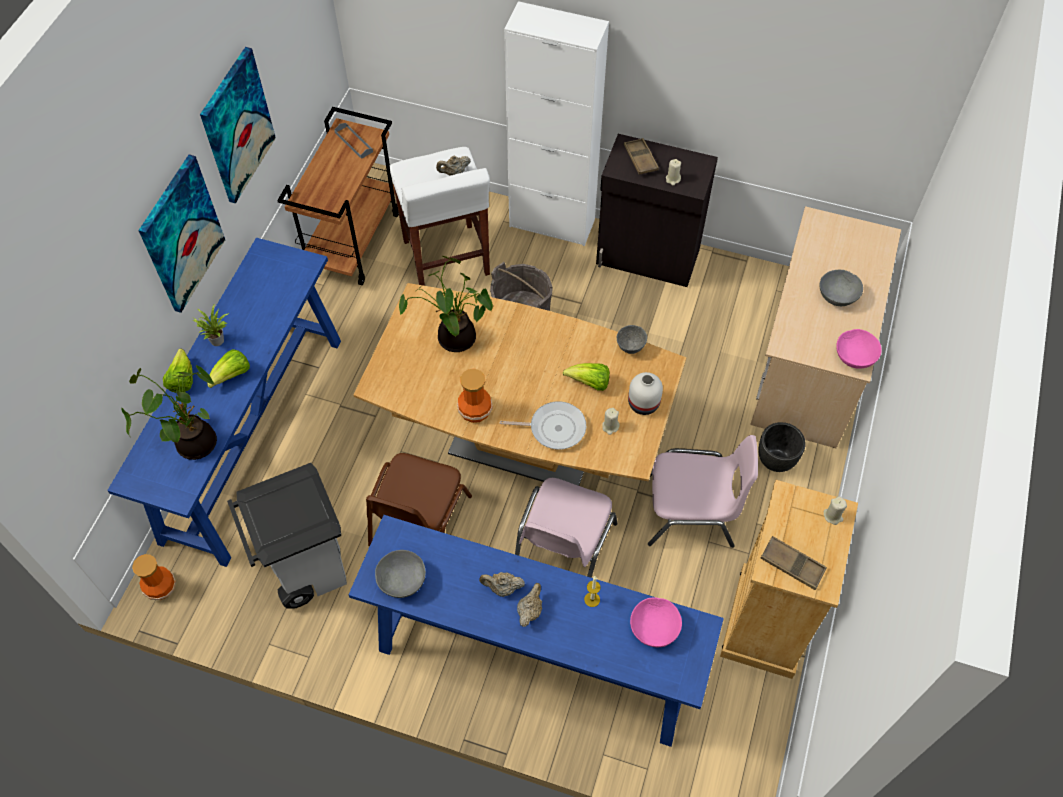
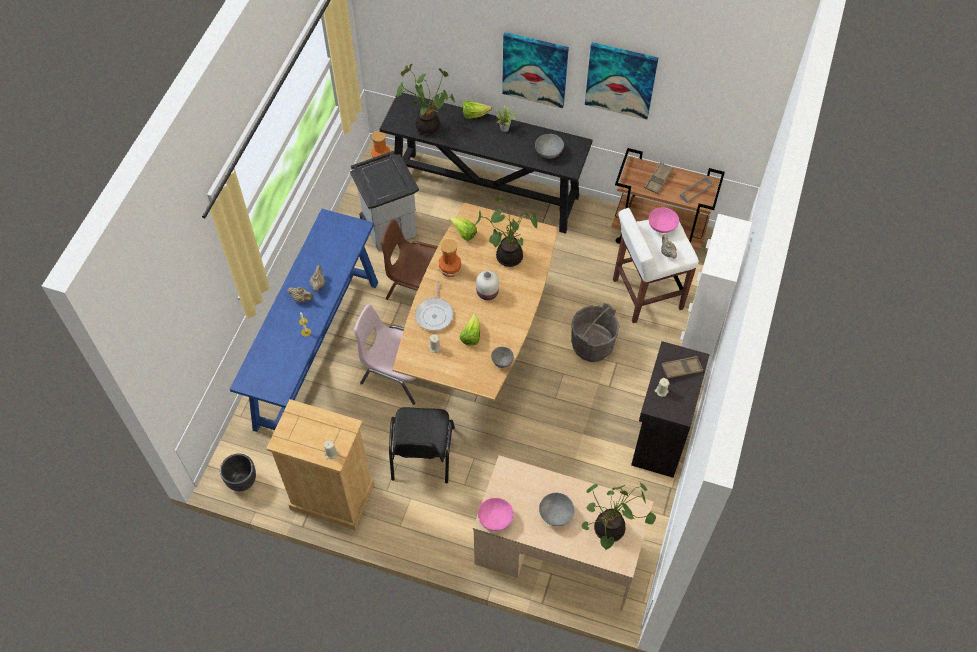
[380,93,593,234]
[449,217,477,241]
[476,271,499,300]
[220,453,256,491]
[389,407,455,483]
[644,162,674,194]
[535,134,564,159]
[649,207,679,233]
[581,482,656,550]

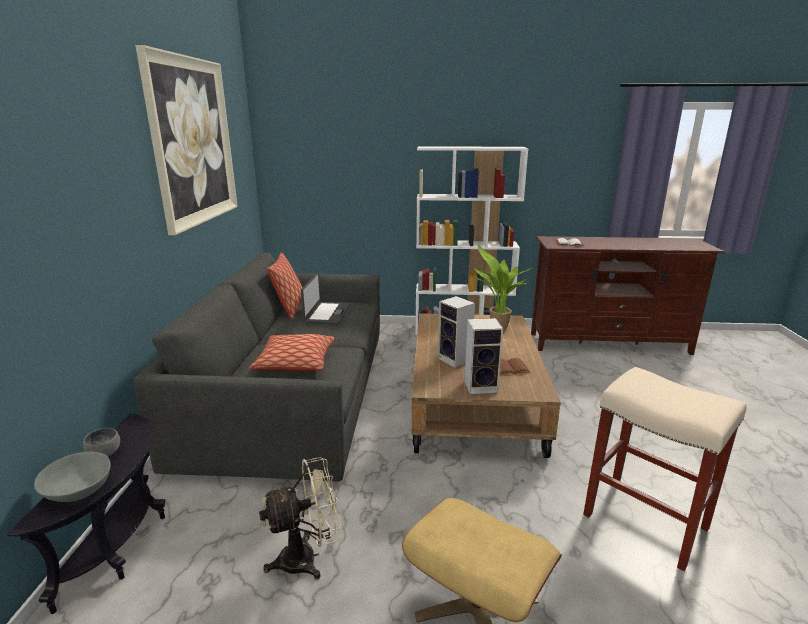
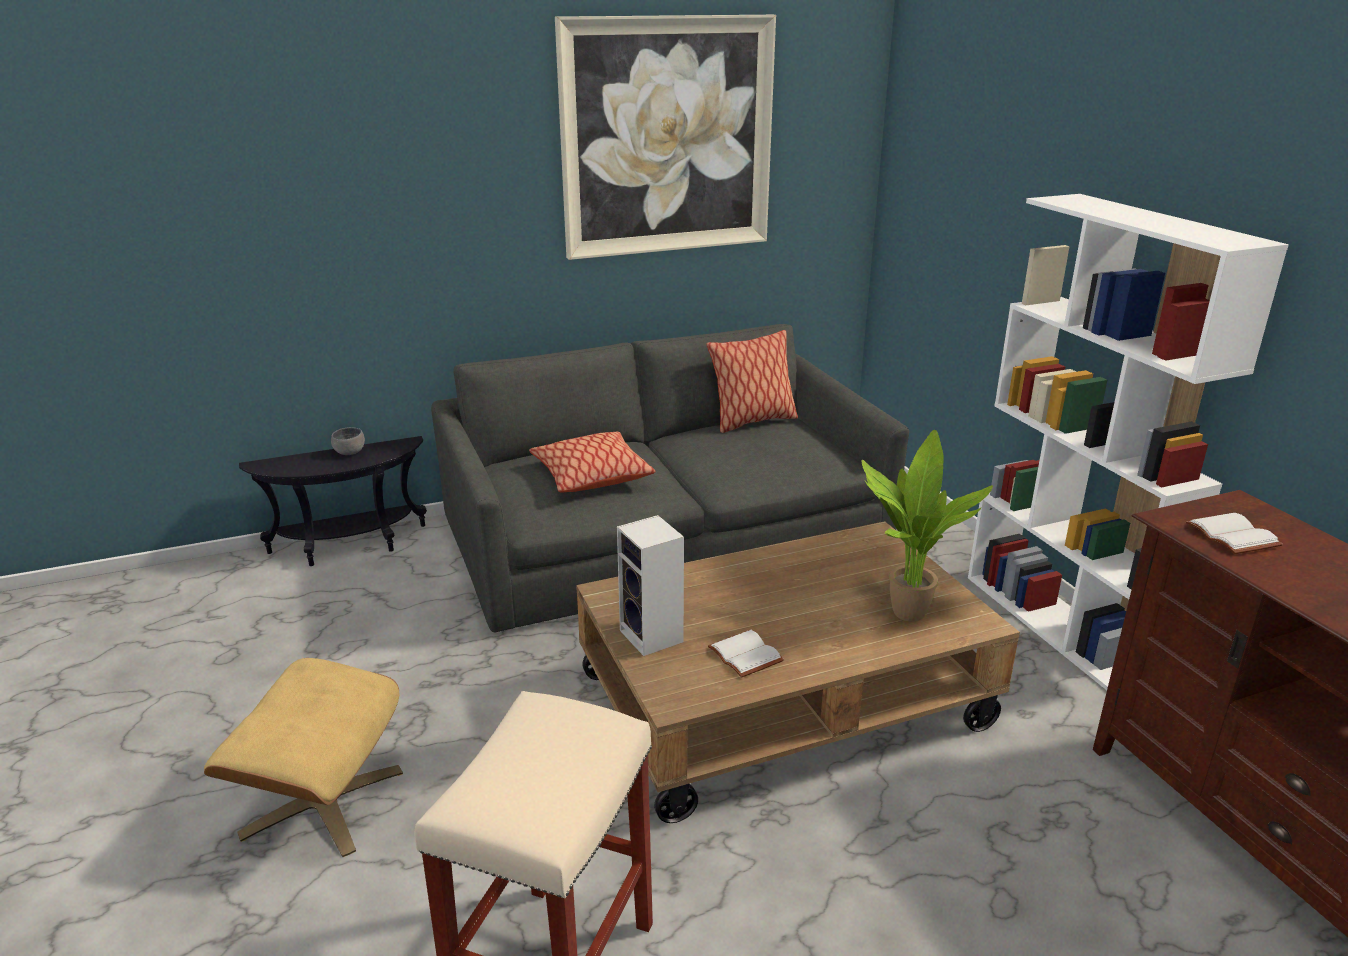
[301,273,350,325] (first image)
[438,296,475,368] (first image)
[708,630,784,678]
[34,452,111,502] (first image)
[259,457,341,580] (first image)

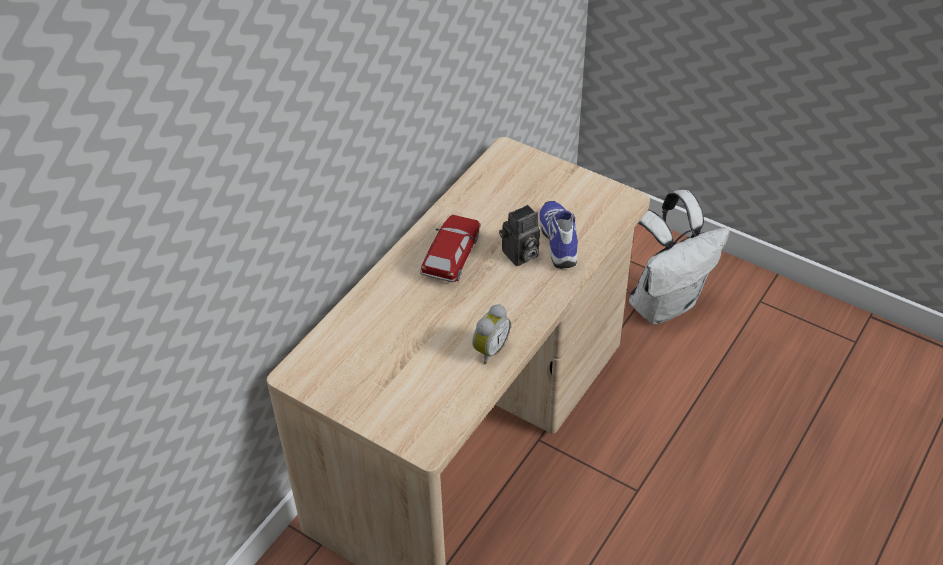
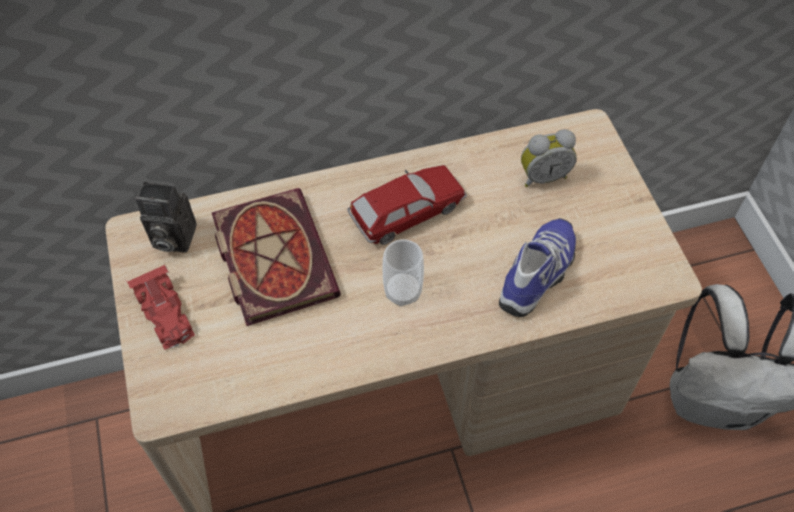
[135,182,197,253]
[521,129,577,187]
[212,188,341,326]
[382,240,424,306]
[126,264,195,350]

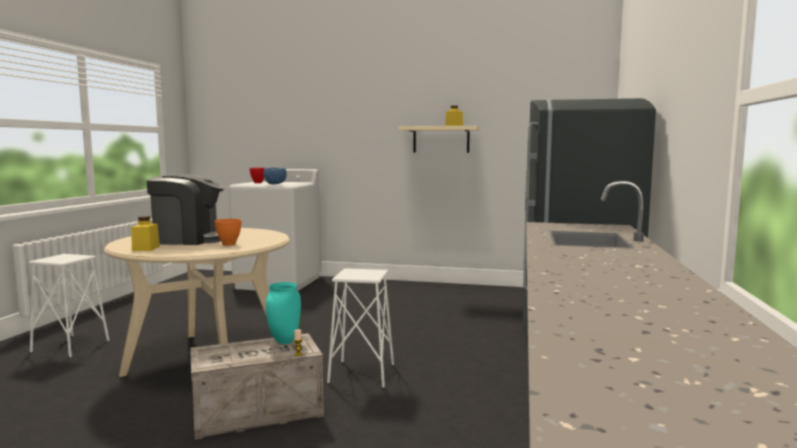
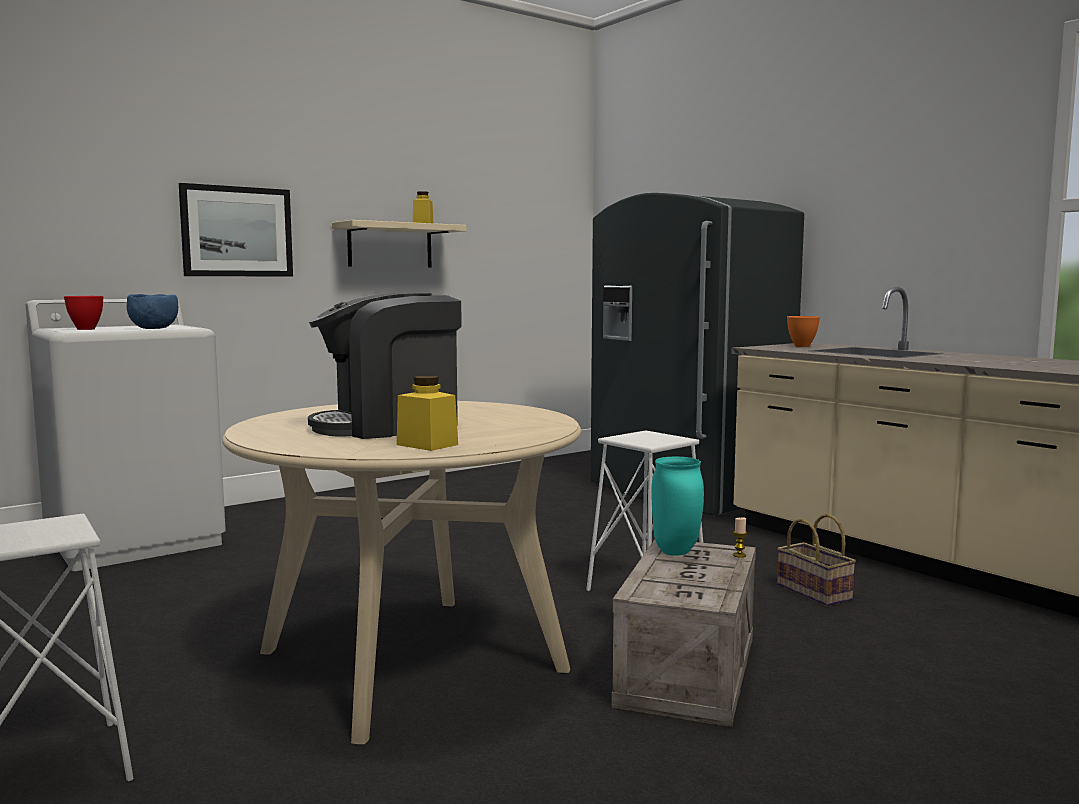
[308,293,462,439]
[787,316,820,347]
[179,183,293,277]
[777,514,856,606]

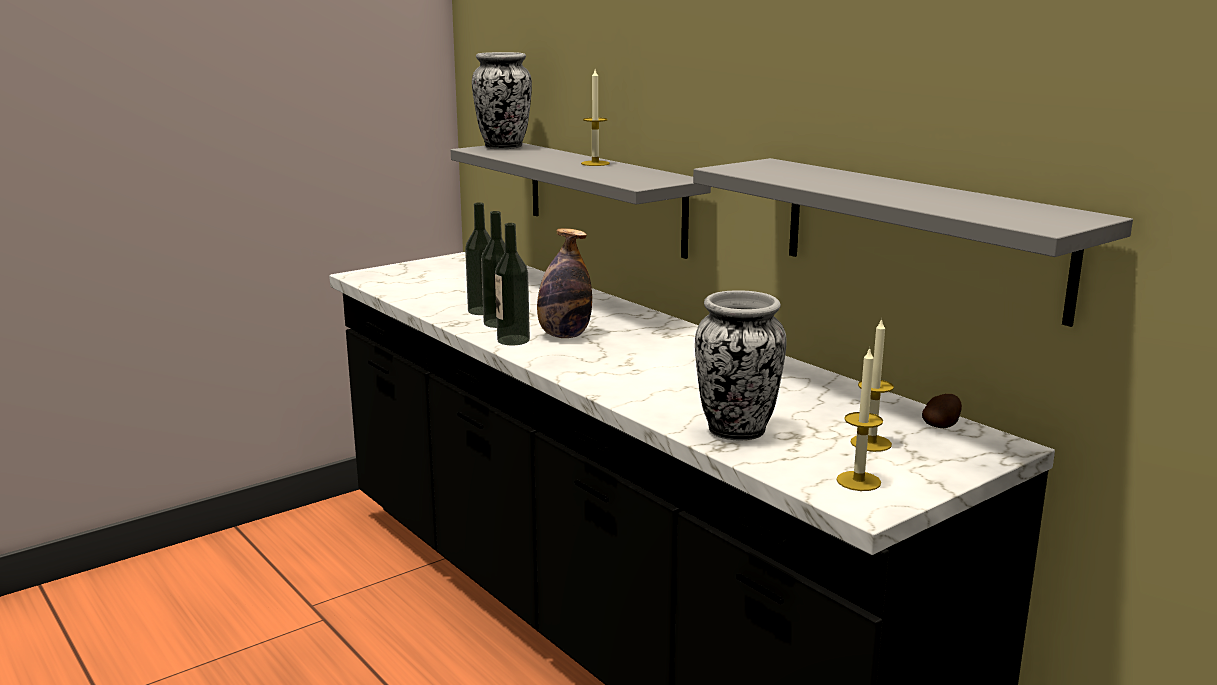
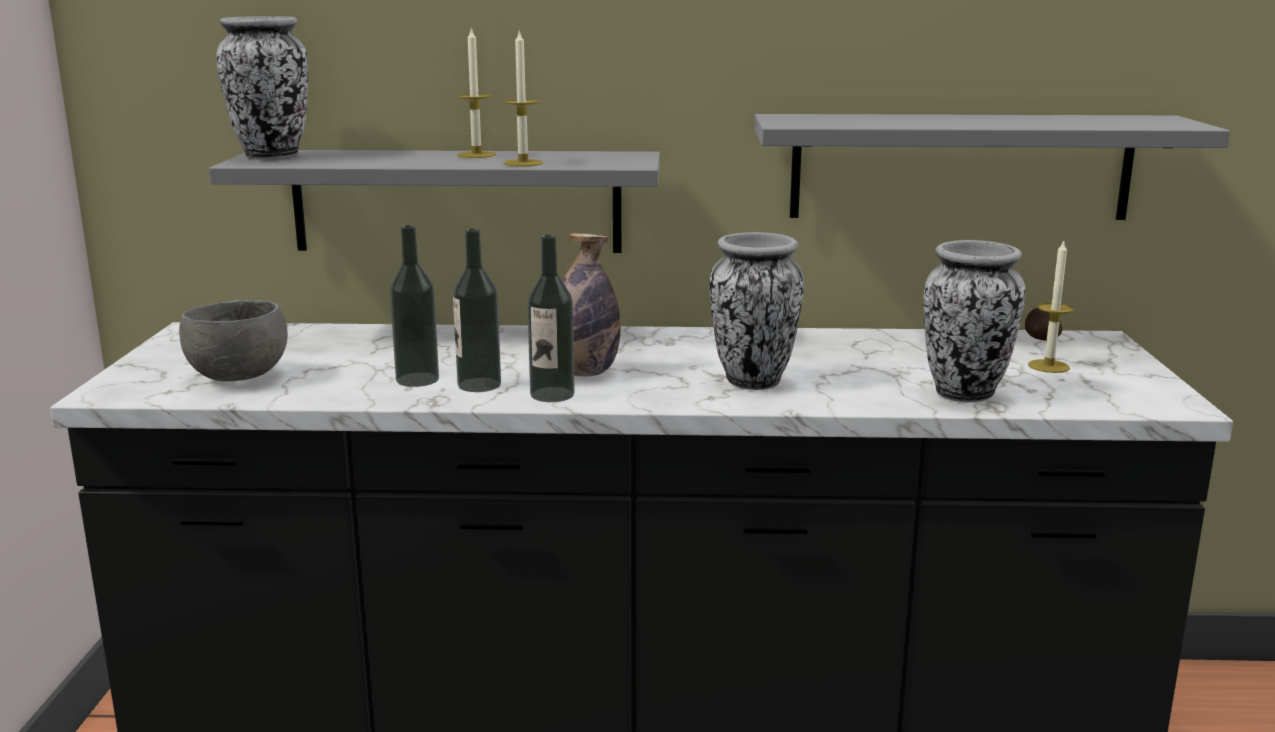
[504,29,543,166]
[709,232,804,390]
[179,300,288,381]

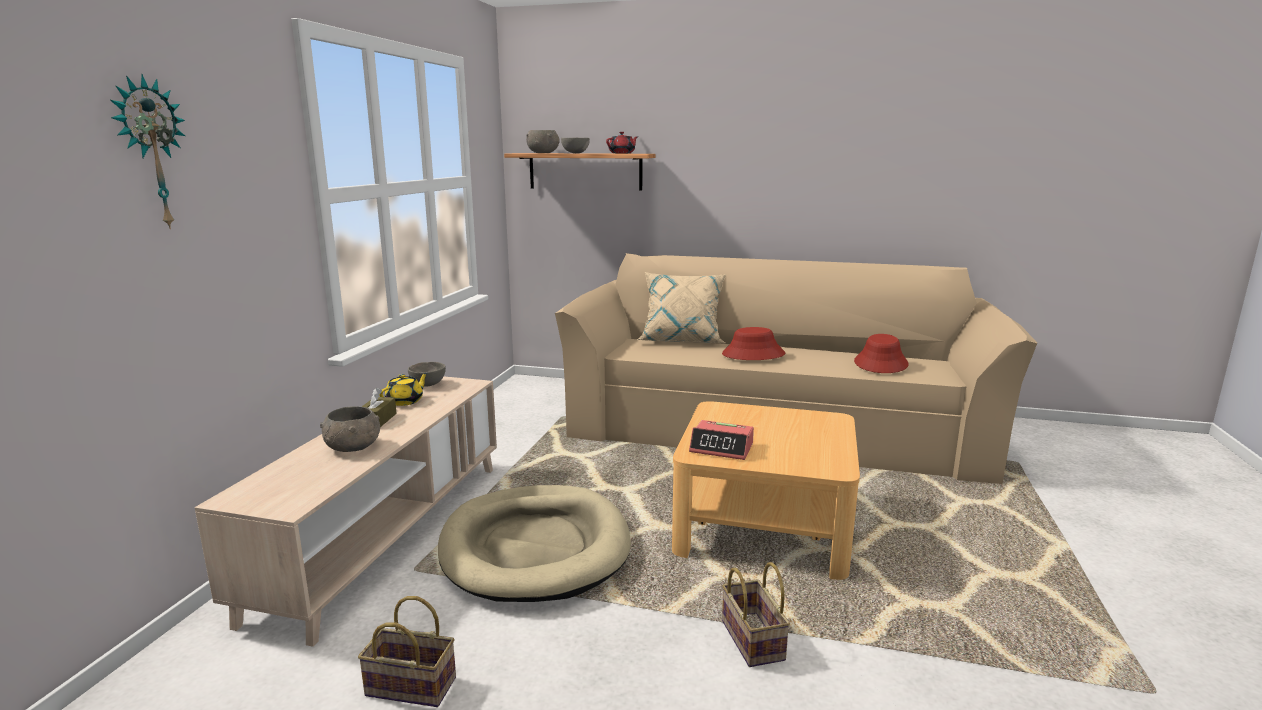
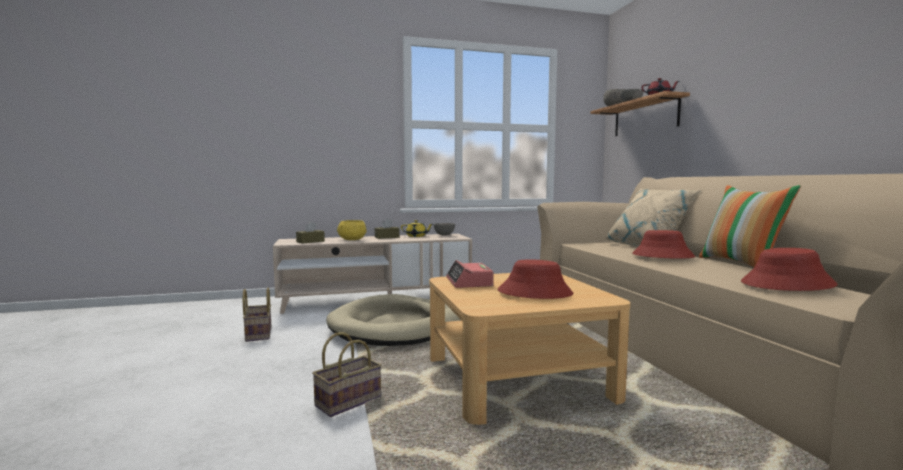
[110,74,185,229] (first image)
[337,220,367,240]
[699,185,801,267]
[296,221,325,244]
[498,259,573,299]

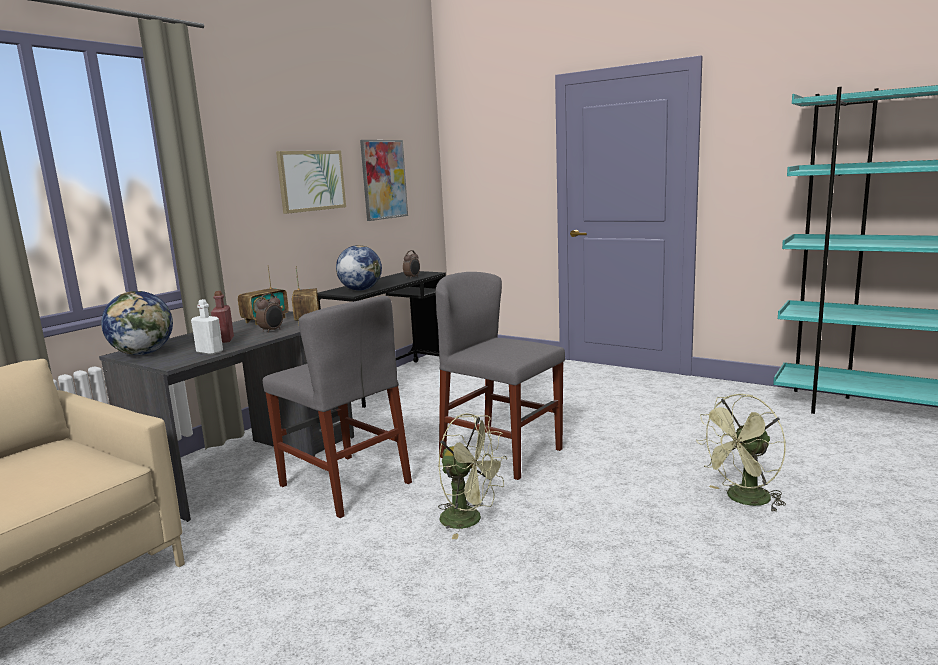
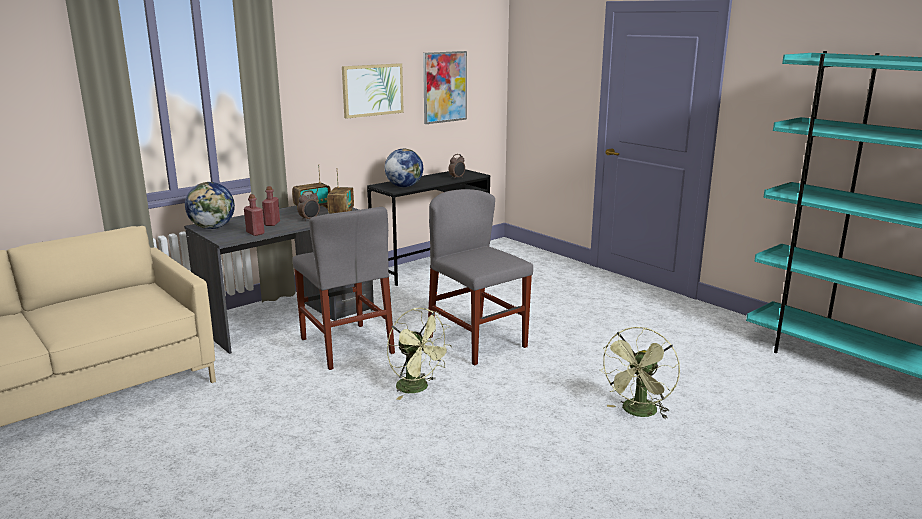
[244,194,265,236]
[600,327,680,419]

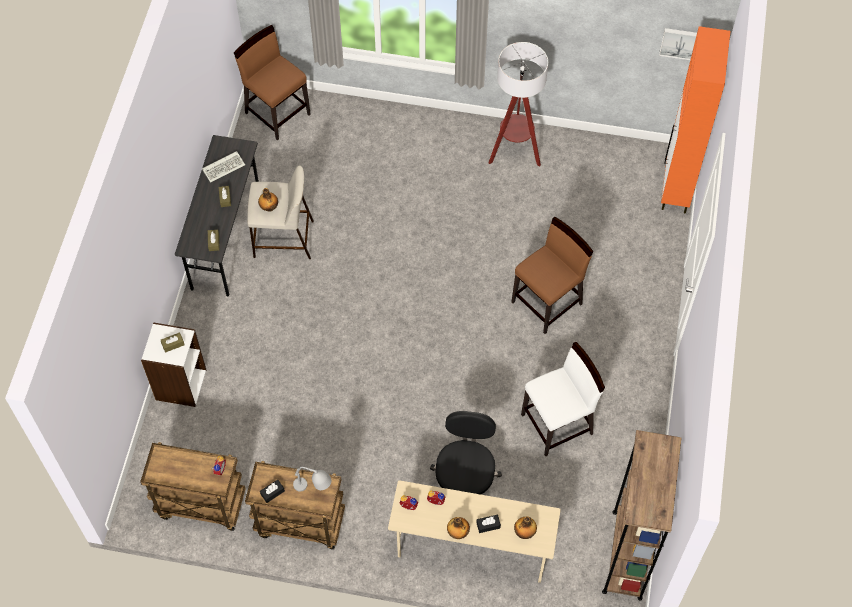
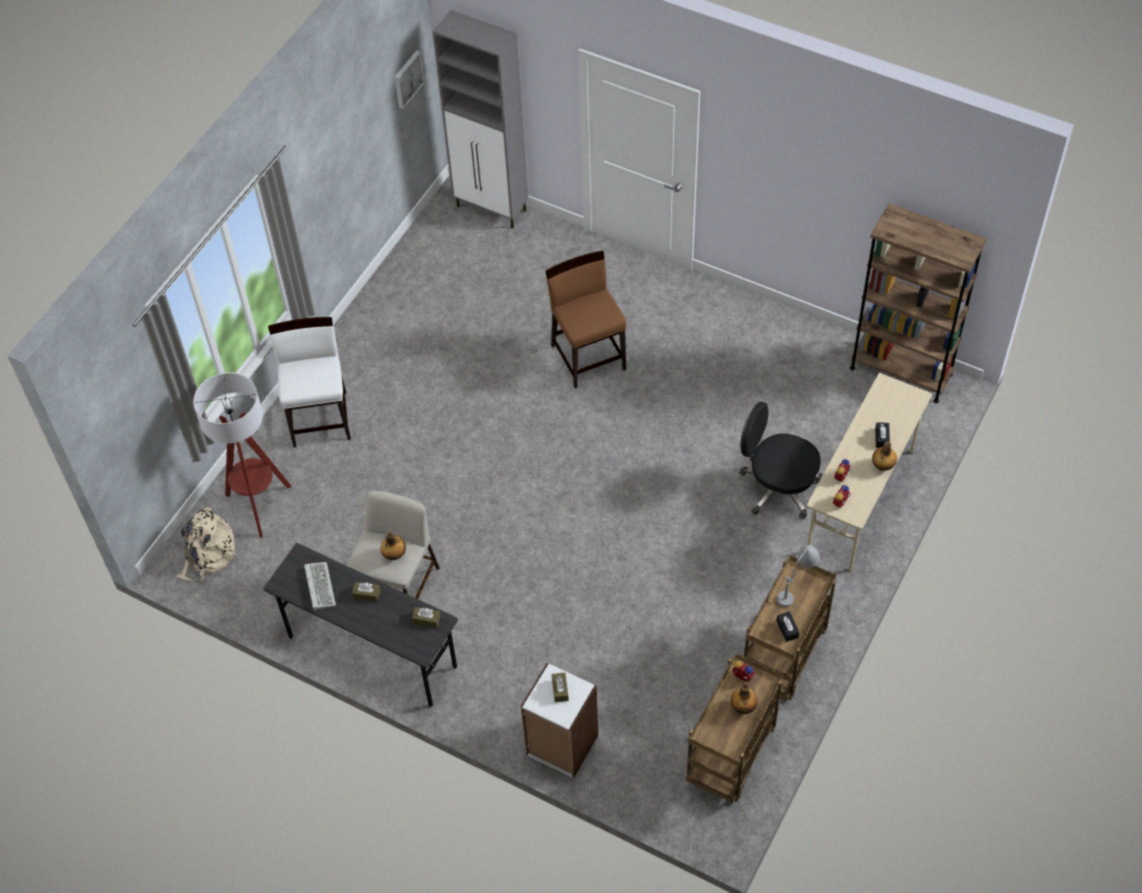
[177,507,237,582]
[433,10,528,228]
[193,372,291,538]
[268,317,351,448]
[731,684,758,714]

